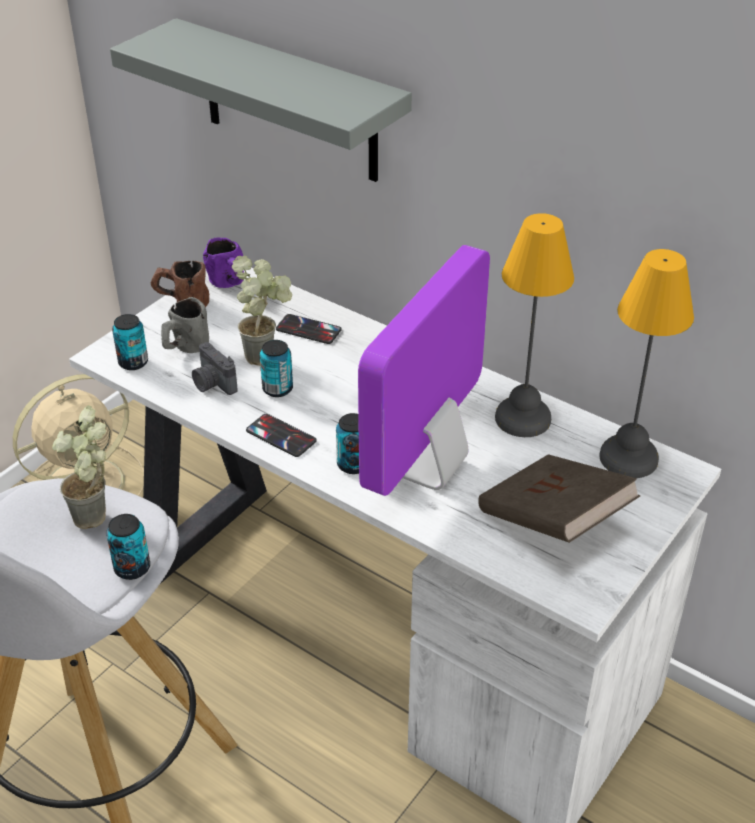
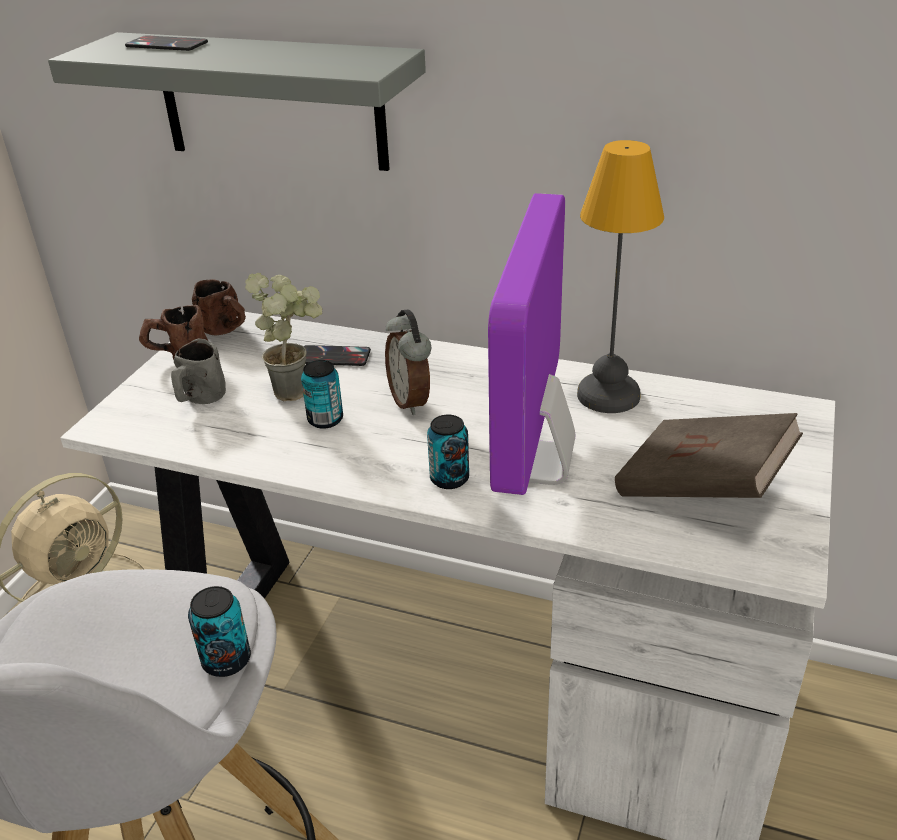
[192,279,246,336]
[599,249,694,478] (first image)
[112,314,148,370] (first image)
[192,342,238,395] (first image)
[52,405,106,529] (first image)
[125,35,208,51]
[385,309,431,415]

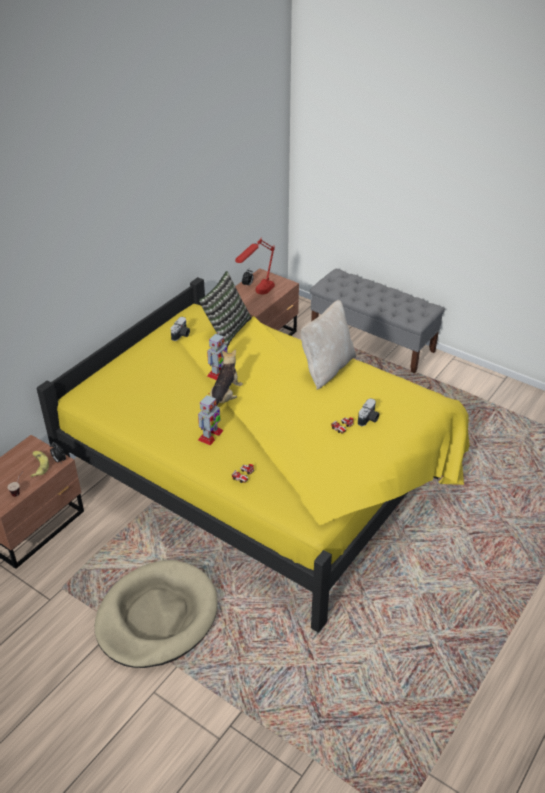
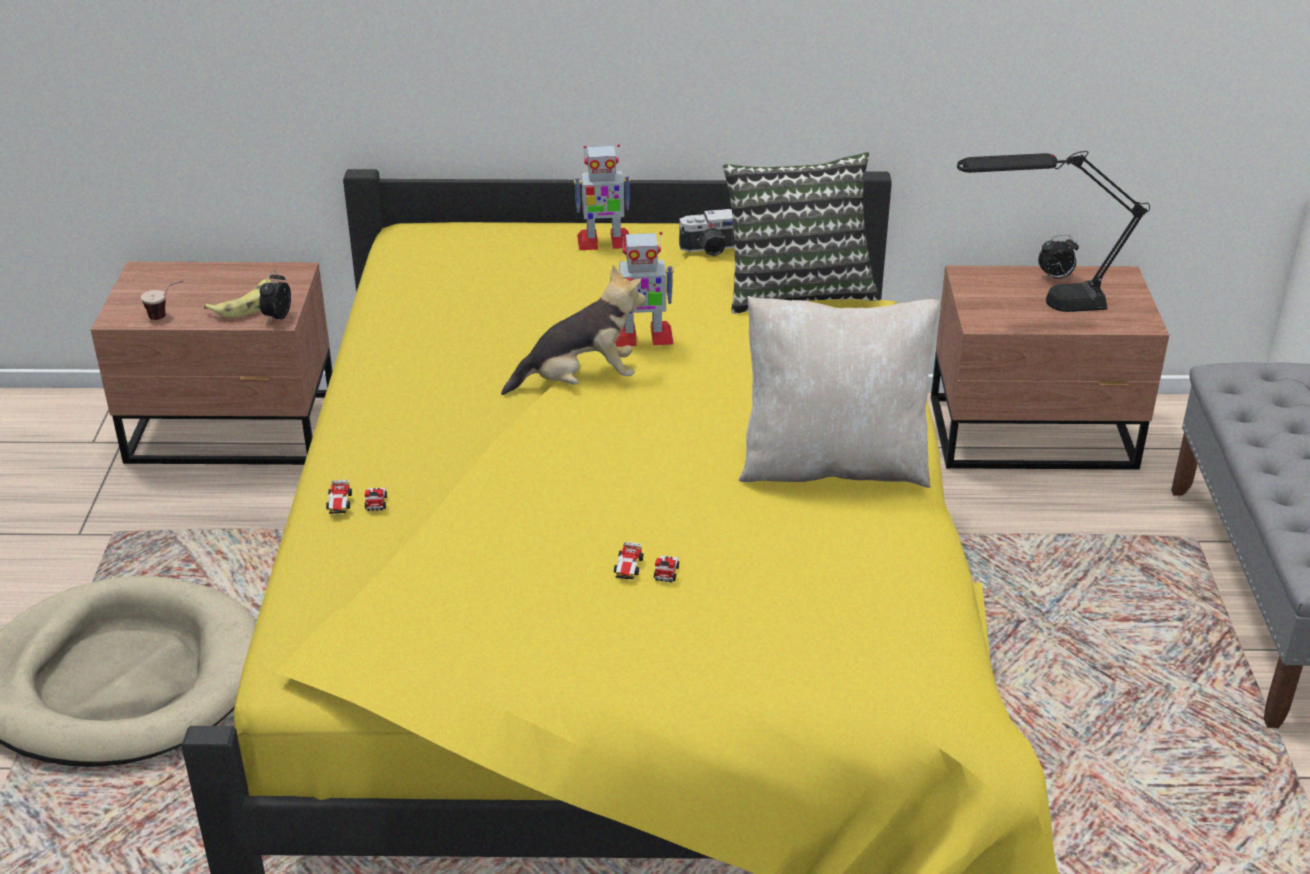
[957,151,1150,312]
[574,144,631,250]
[358,398,379,426] (first image)

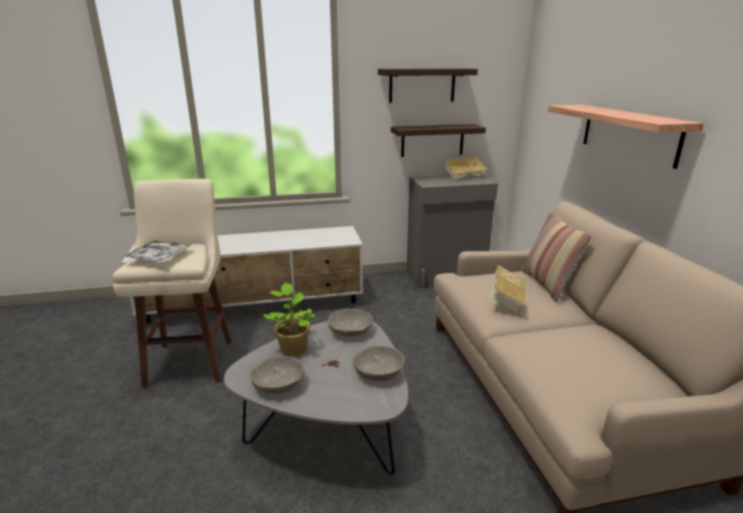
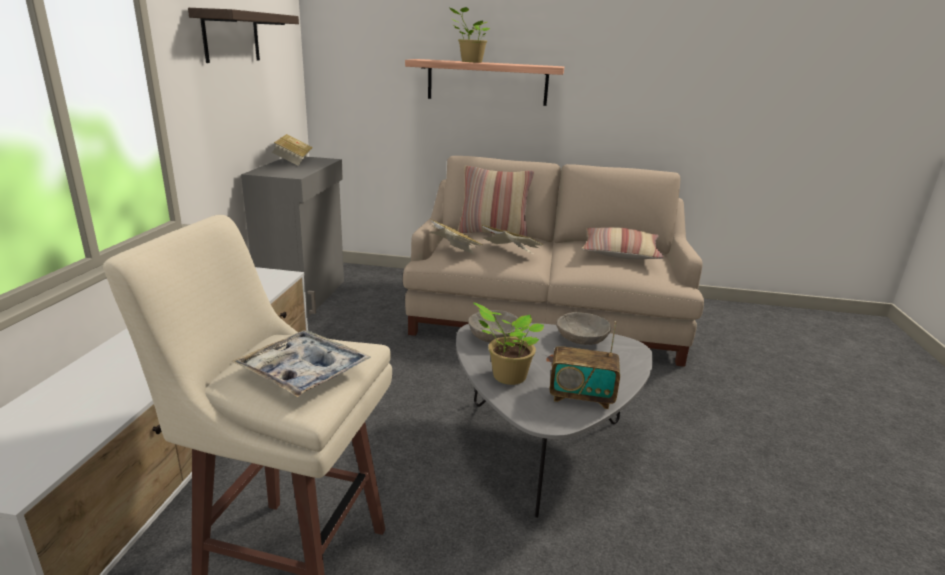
[391,124,486,157] (first image)
[550,321,620,409]
[450,7,490,62]
[431,219,482,254]
[582,227,663,260]

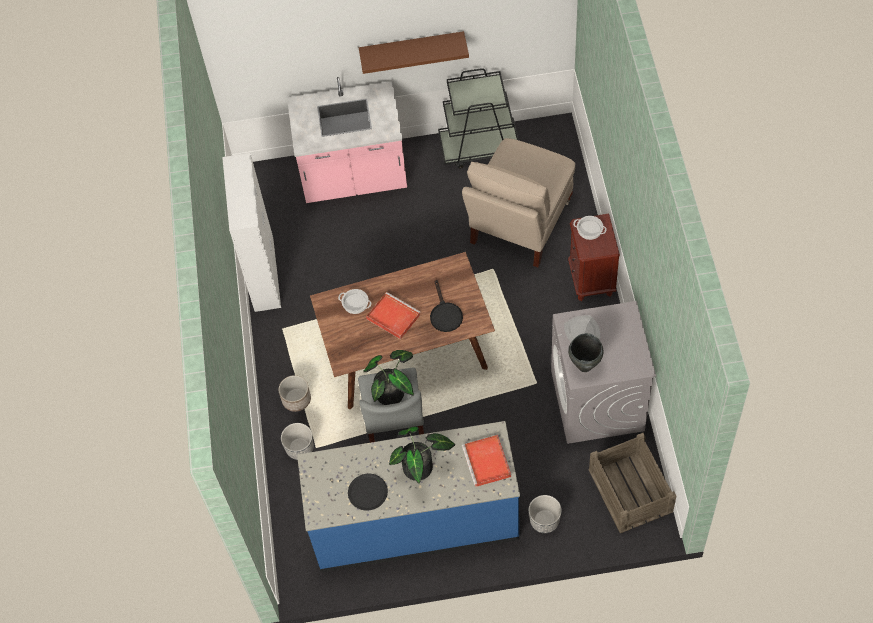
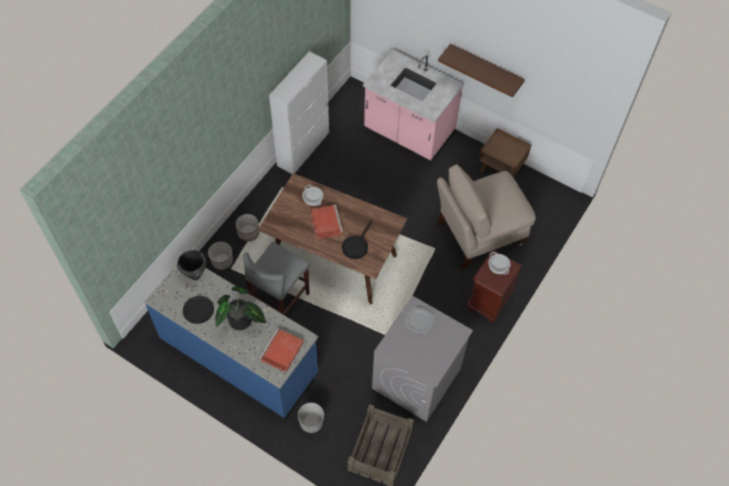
[479,128,531,178]
[177,250,206,280]
[363,350,414,405] (first image)

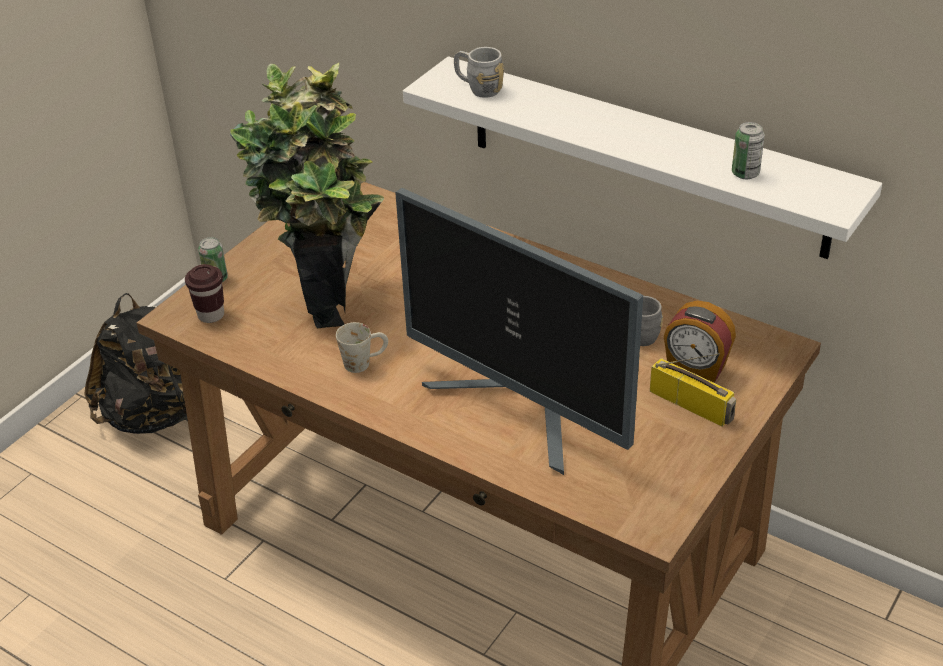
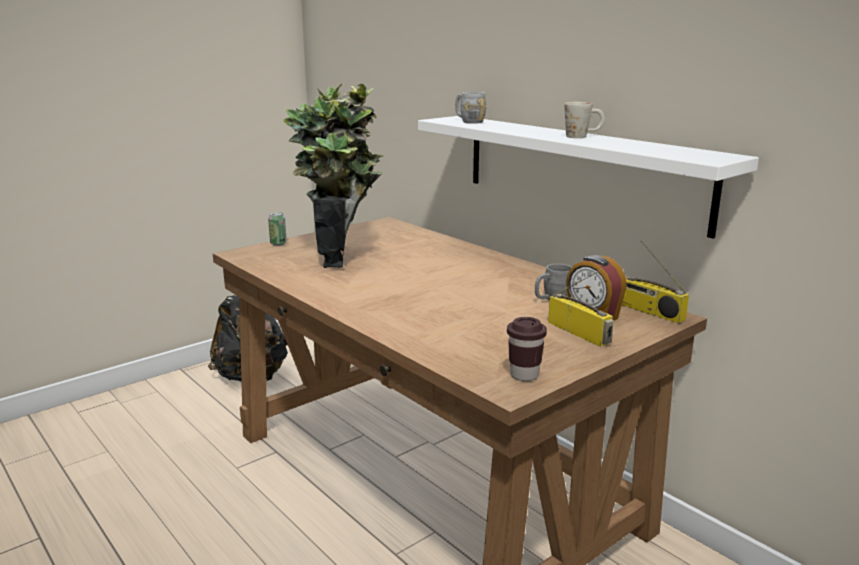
[732,122,765,179] (first image)
[395,188,643,475] (first image)
[507,317,547,381]
[564,102,605,138]
[622,241,689,324]

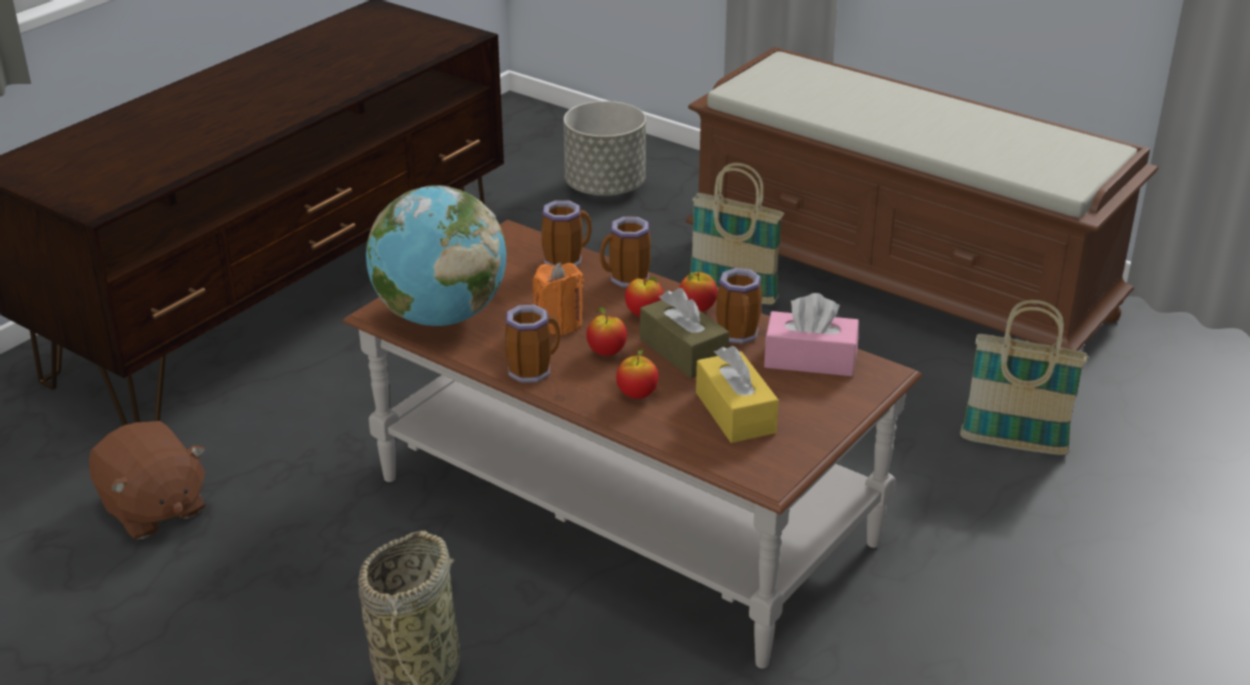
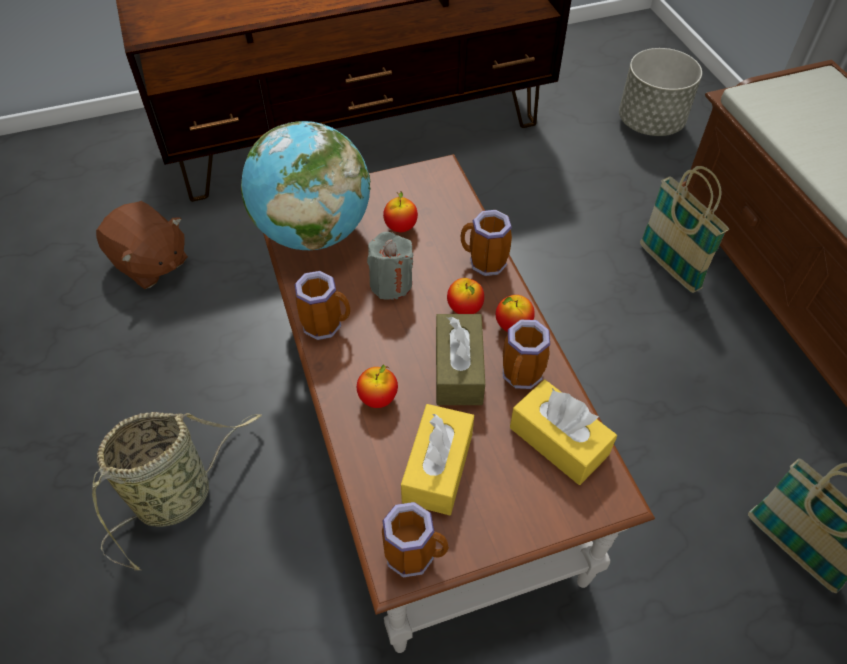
[382,502,449,577]
[367,232,413,300]
[510,380,617,485]
[383,191,418,232]
[96,201,188,289]

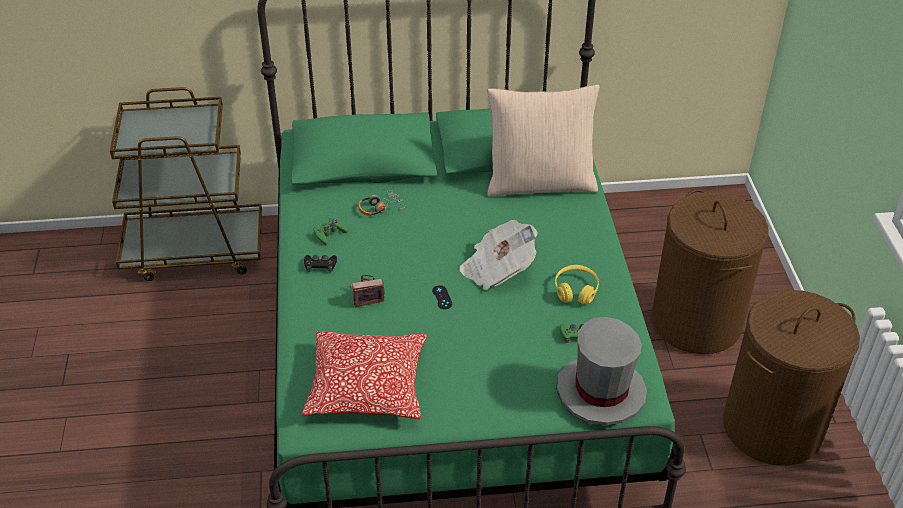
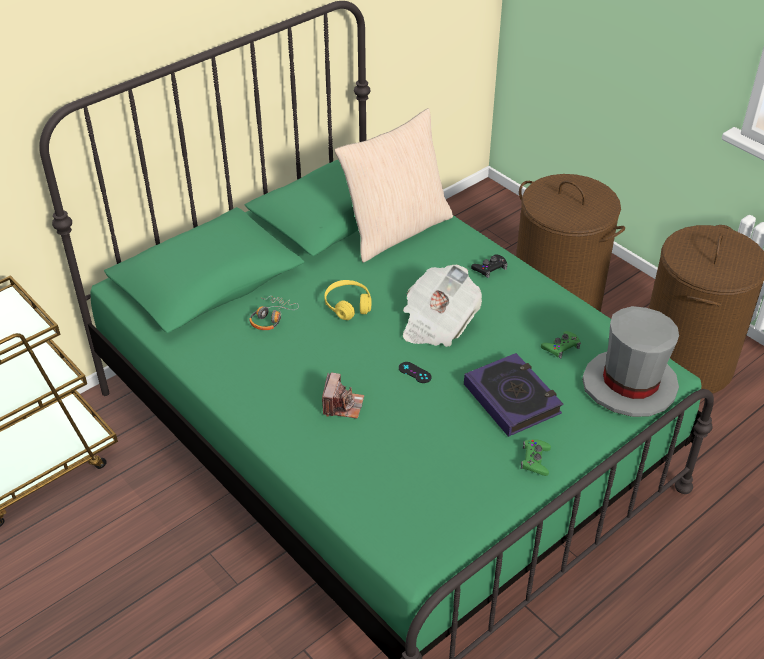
[521,439,551,476]
[471,254,508,278]
[324,280,371,320]
[322,372,364,419]
[302,331,427,419] (first image)
[464,353,563,437]

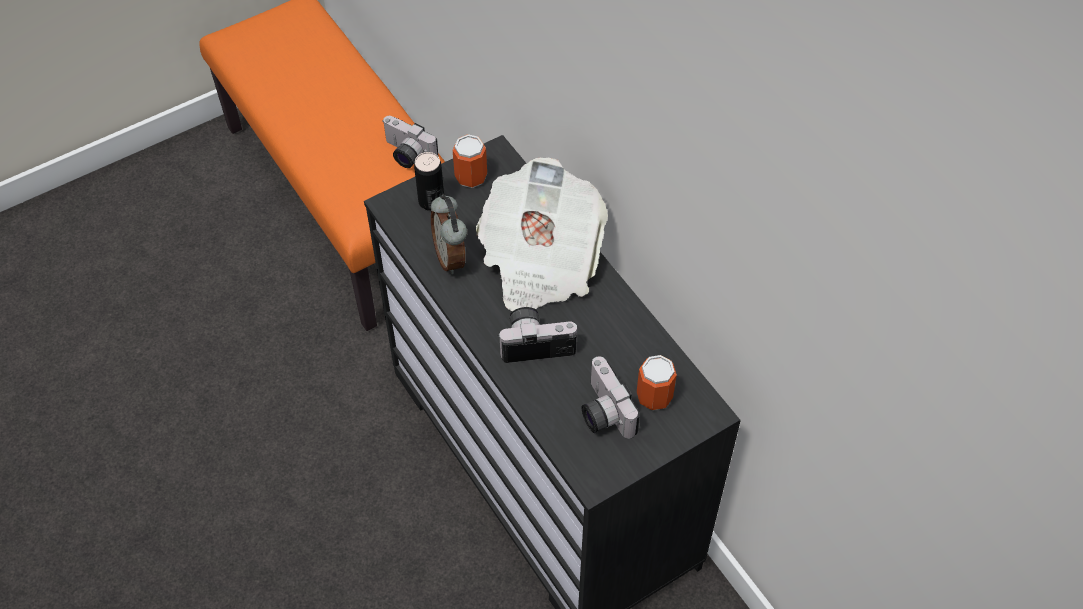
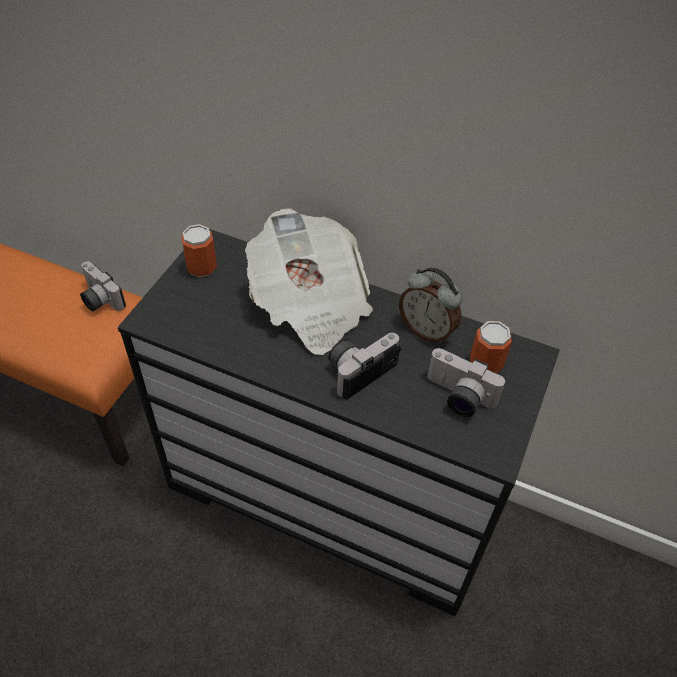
[80,261,126,312]
[414,152,444,211] (first image)
[399,267,462,344]

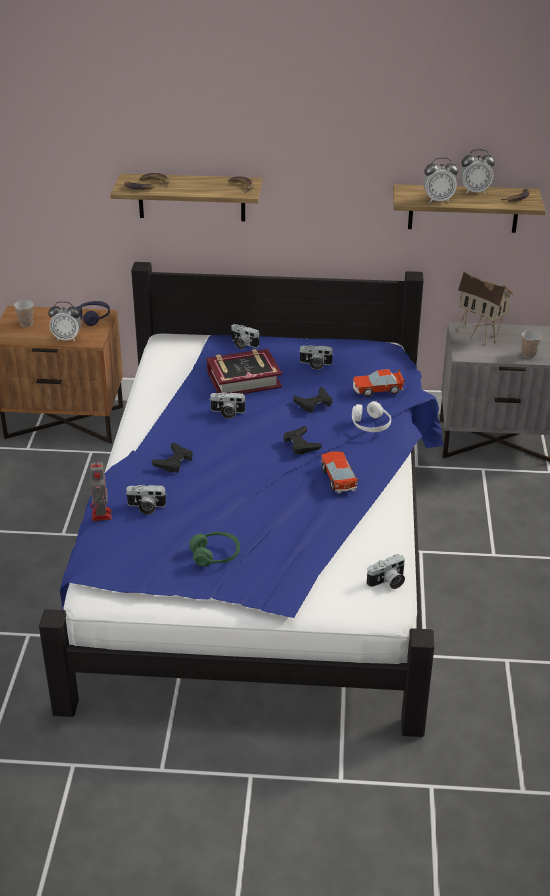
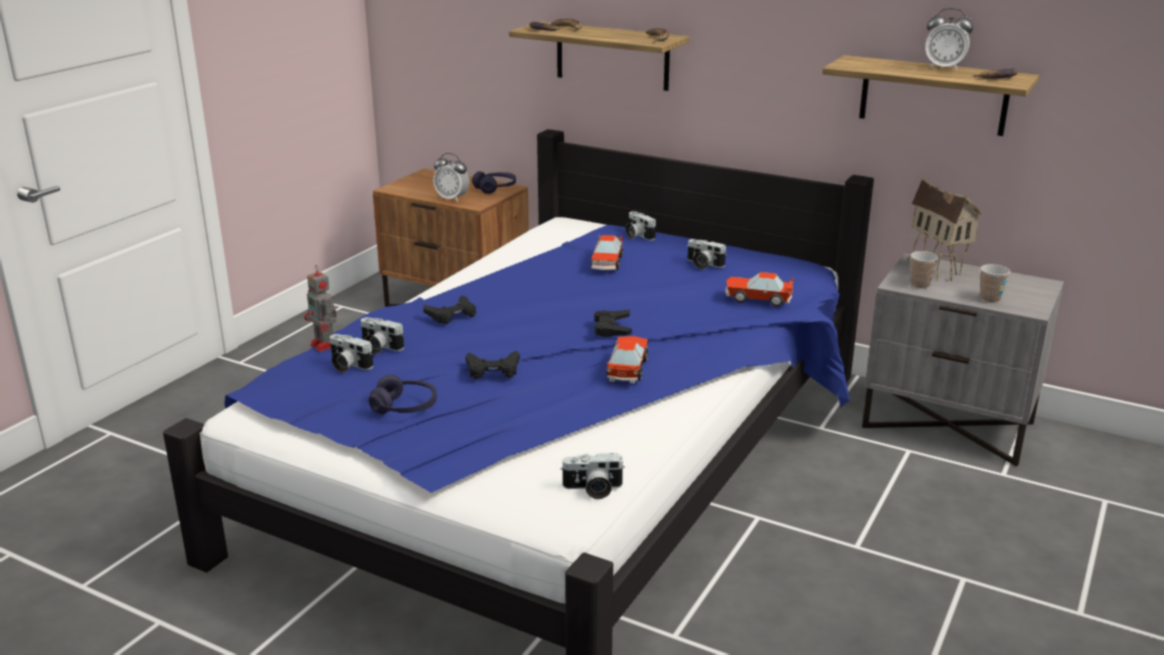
[423,158,458,203] (first image)
[910,251,939,289]
[591,234,623,270]
[465,351,520,379]
[330,334,374,373]
[352,401,391,432] (first image)
[304,265,337,352]
[369,374,437,414]

